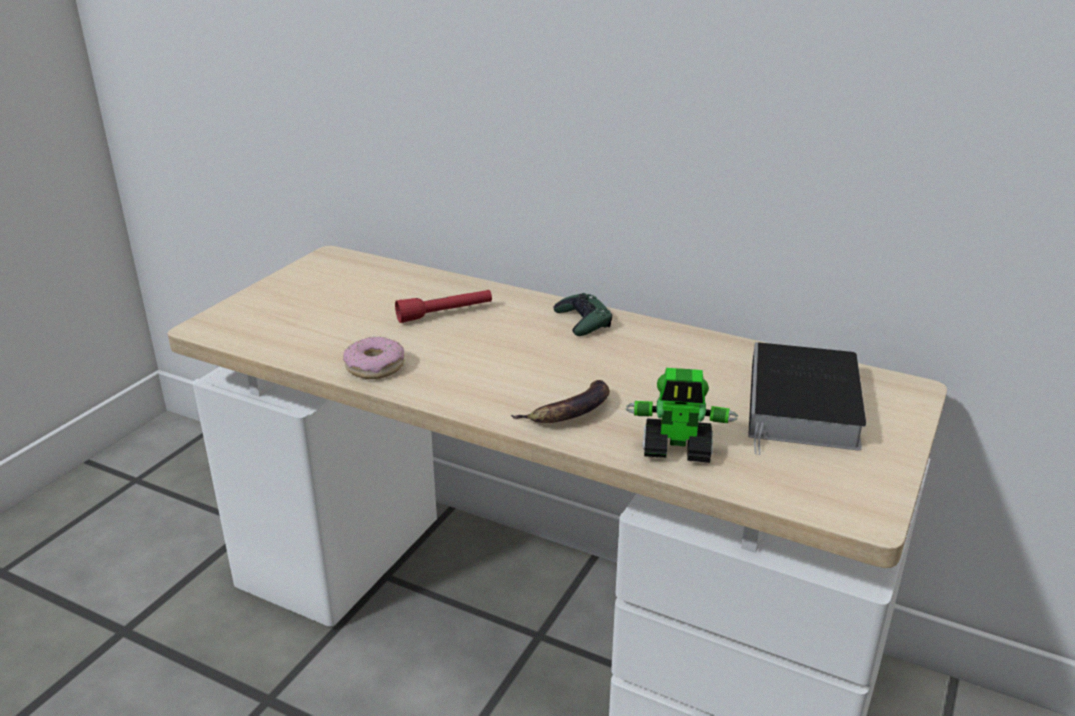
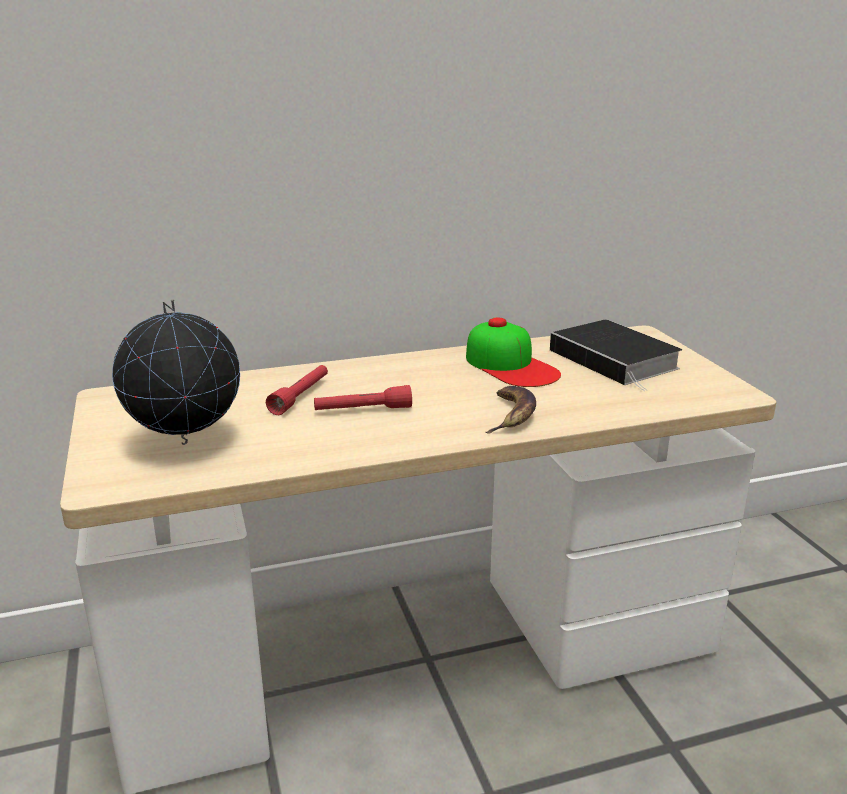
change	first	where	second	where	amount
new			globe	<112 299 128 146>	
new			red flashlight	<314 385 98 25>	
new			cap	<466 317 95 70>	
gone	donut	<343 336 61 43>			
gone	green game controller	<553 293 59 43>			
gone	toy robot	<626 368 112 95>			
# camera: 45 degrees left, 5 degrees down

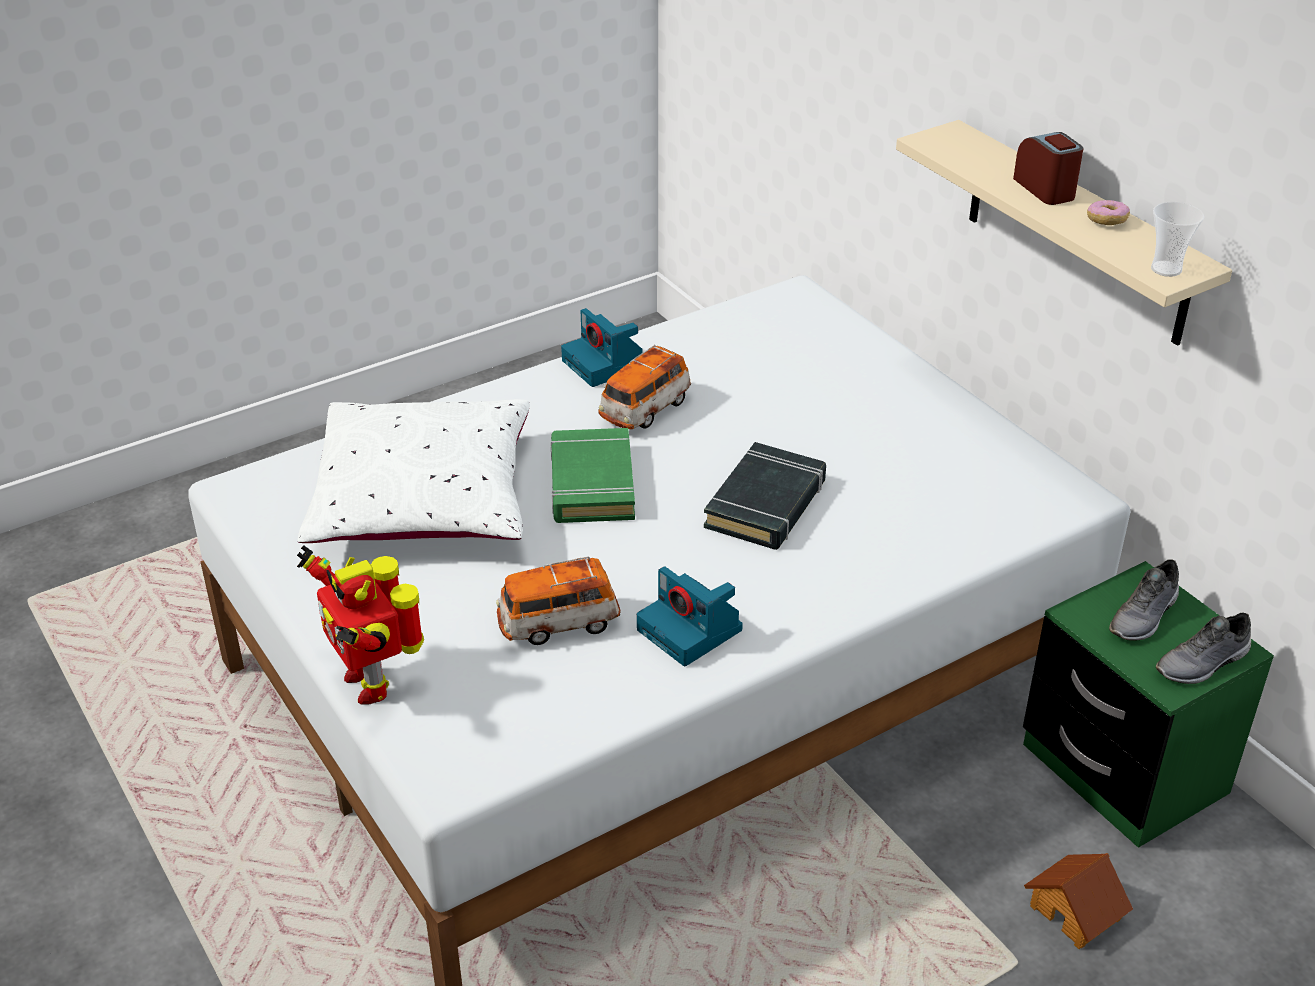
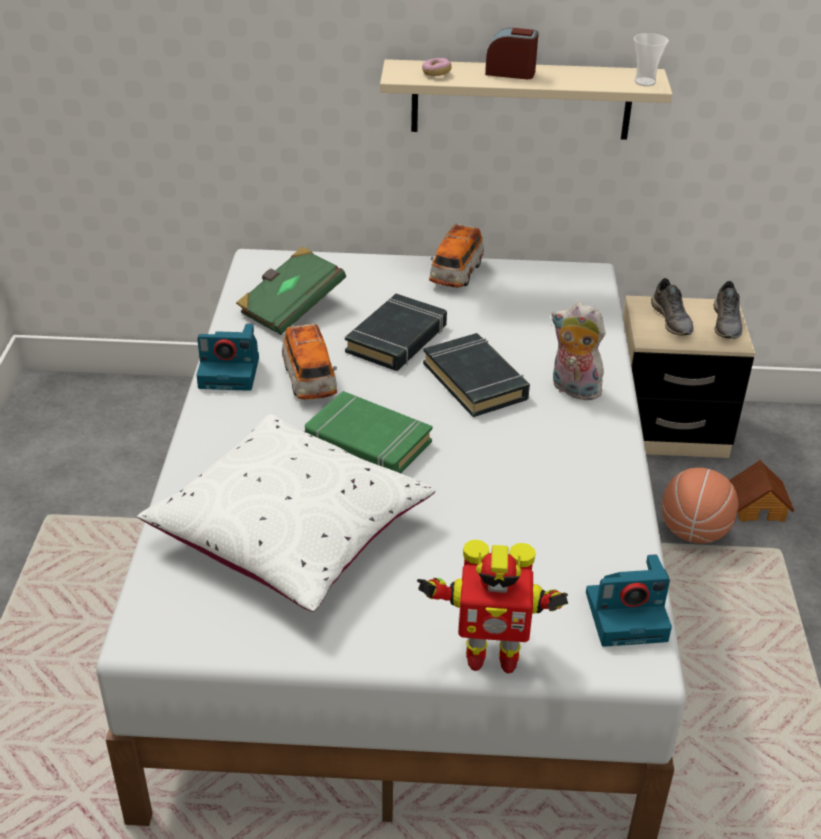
change	first	where	second	where	amount
new			green book	<236 246 110 89>	
new			black book	<345 294 102 77>	
shifted	donut	<1087 200 43 25>		<422 58 30 18>	
shifted	toy car	<496 557 124 88>		<429 223 55 65>	
new			plush toy	<551 302 55 98>	
shifted	photo camera	<637 566 106 100>		<586 554 86 93>	
repainted	green nightstand	<1023 561 251 287>	beige nightstand	<623 296 132 162>	
new			basketball	<662 468 76 75>	
# camera: 55 degrees left, 0 degrees up

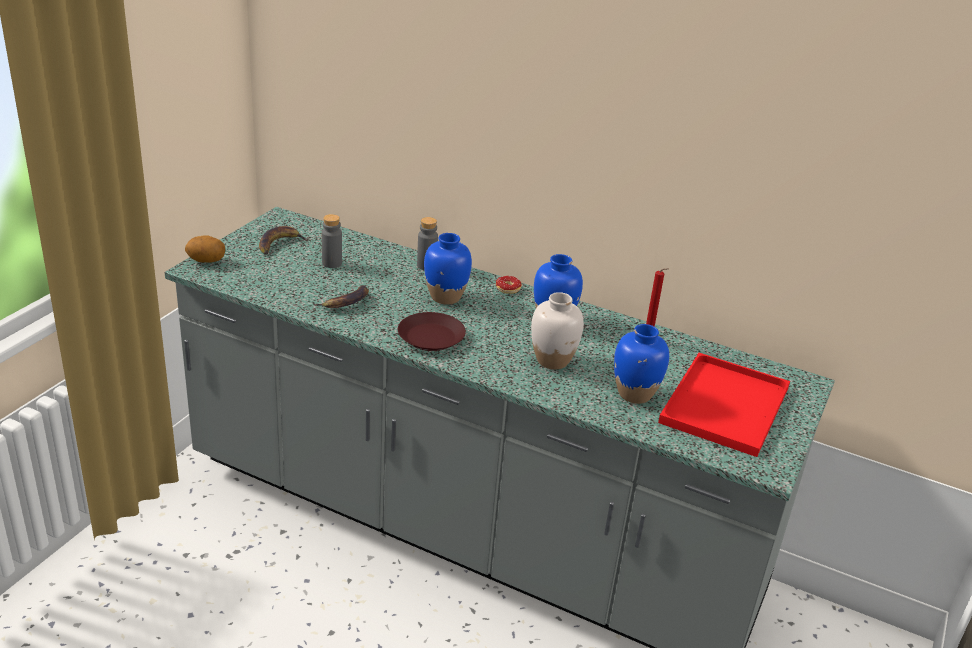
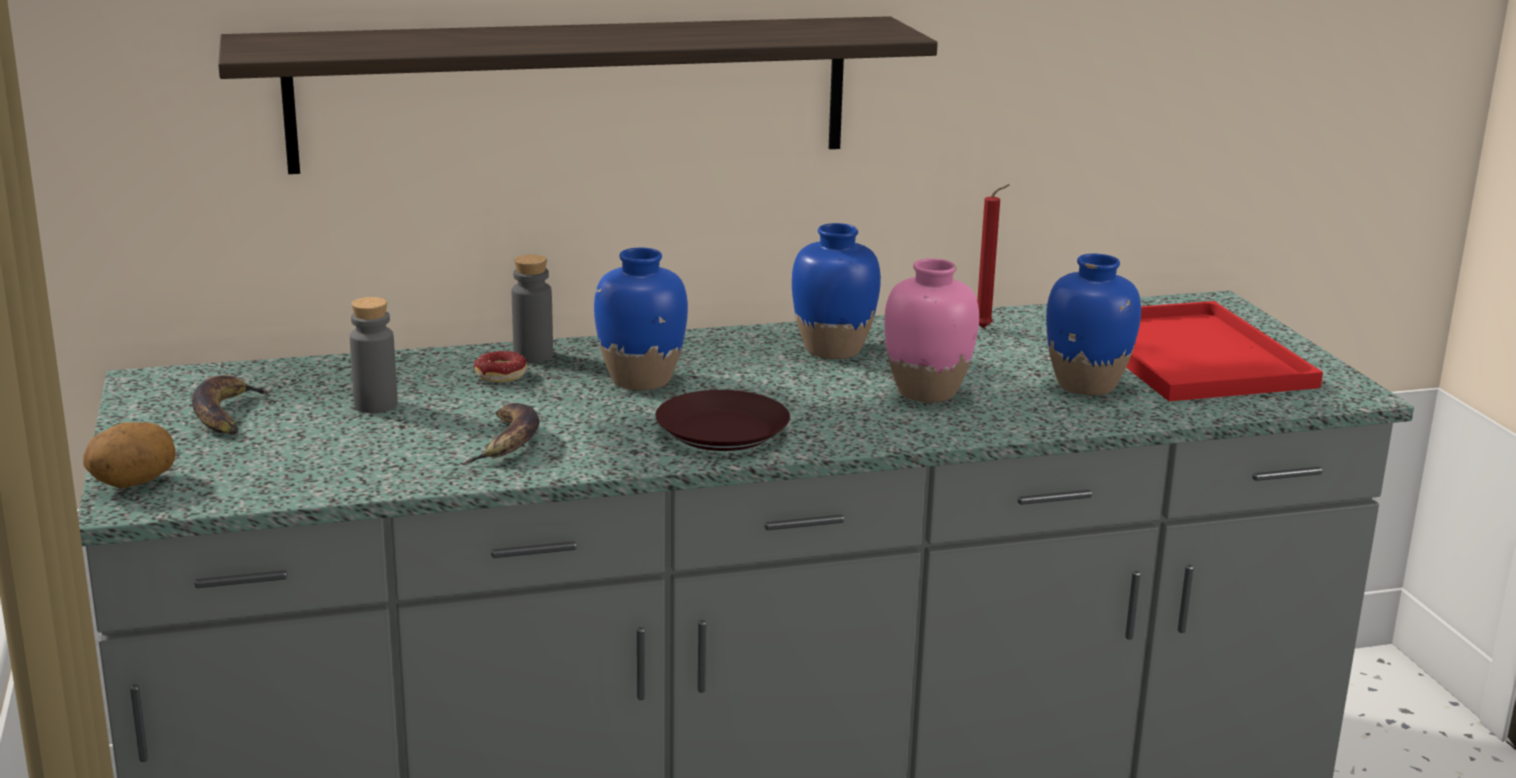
change	first	where	second	where	amount
new			shelf	<218 16 720 158>	
shifted	donut	<496 276 26 18>		<474 351 53 32>	
repainted	white vase	<531 292 53 77>	pink vase	<884 258 95 144>	
# camera: 40 degrees left, 10 degrees down

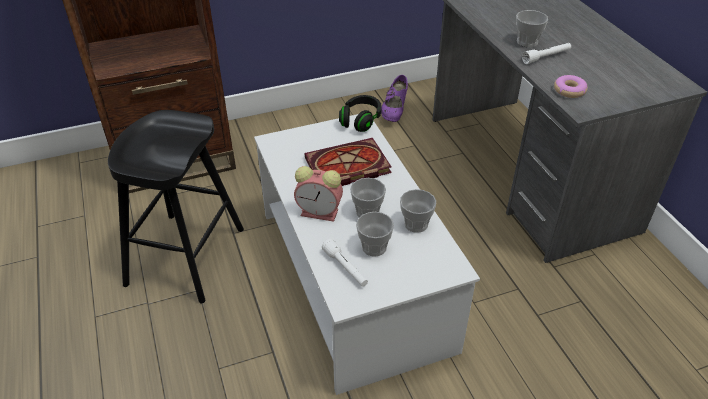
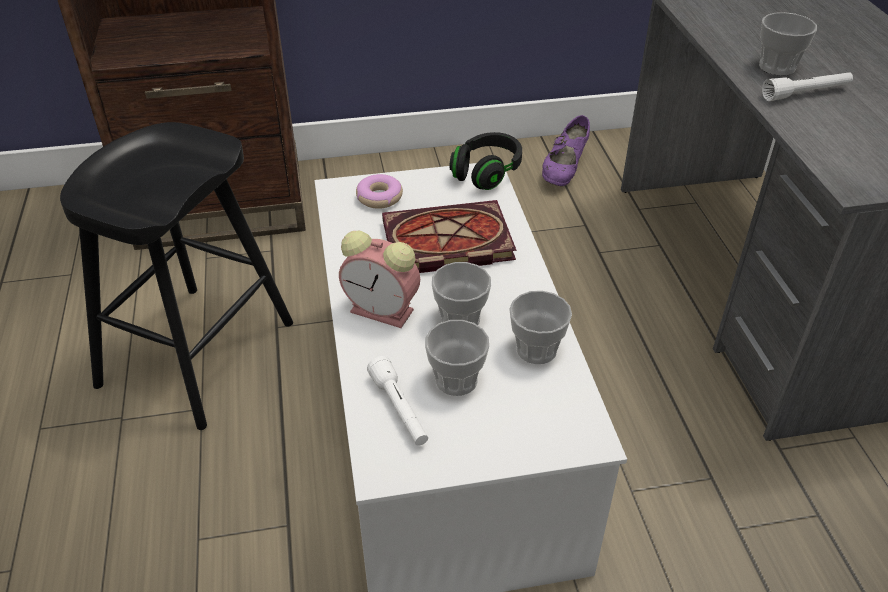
change	first	where	second	where	amount
shifted	donut	<554 75 34 23>		<356 174 47 35>	
# camera: 10 degrees right, 0 degrees up

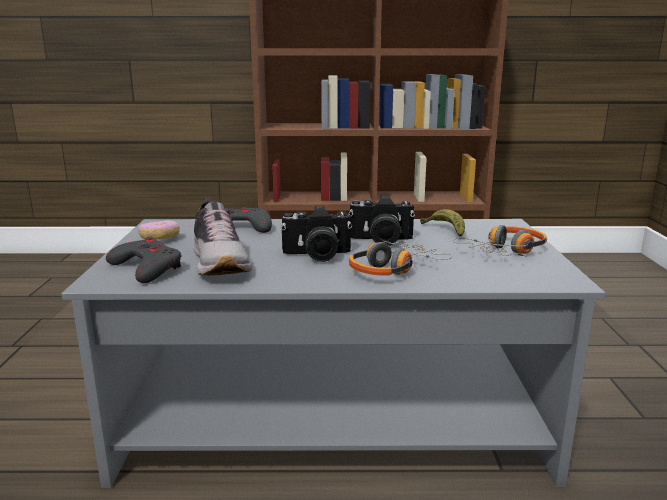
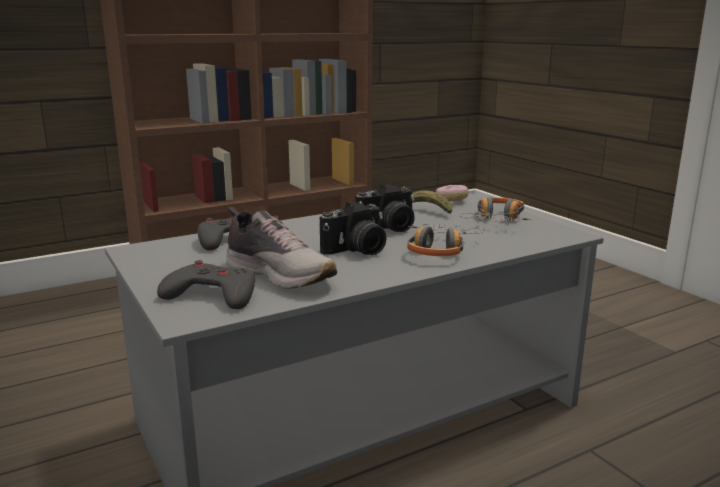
change	first	where	second	where	amount
shifted	donut	<138 220 42 20>		<436 185 33 16>	
# camera: 30 degrees left, 0 degrees up

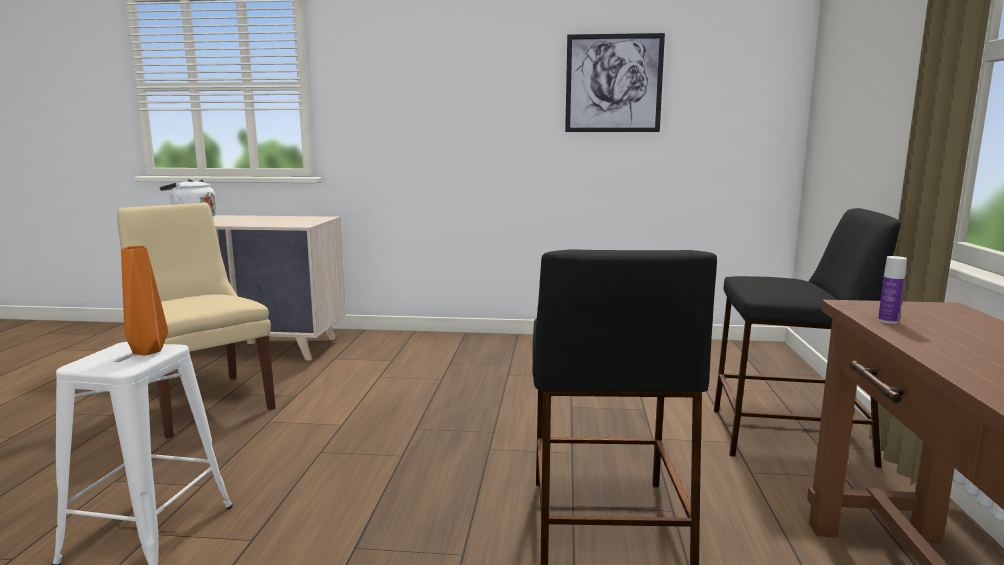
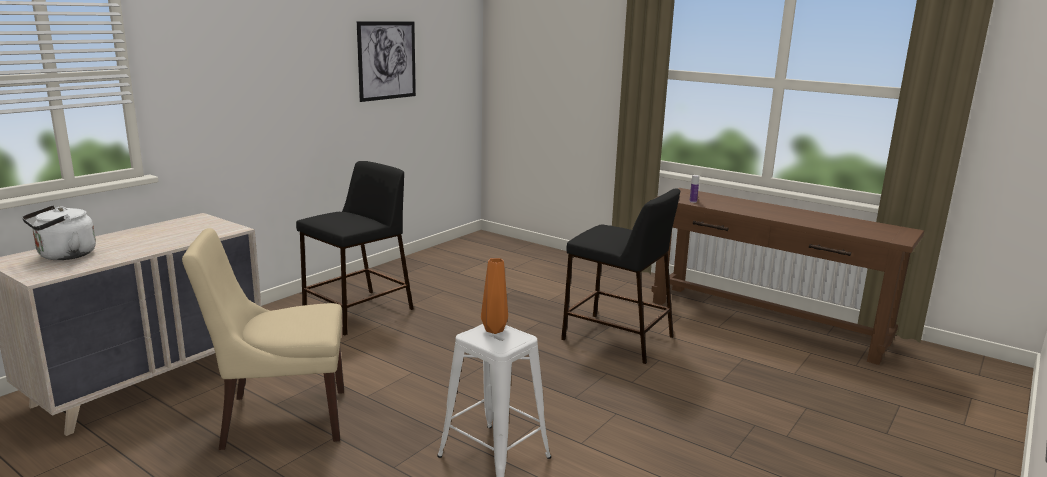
change	first	where	second	where	amount
shifted	black stool	<714 208 187 260>		<296 161 118 174>	
# camera: 60 degrees left, 5 degrees up

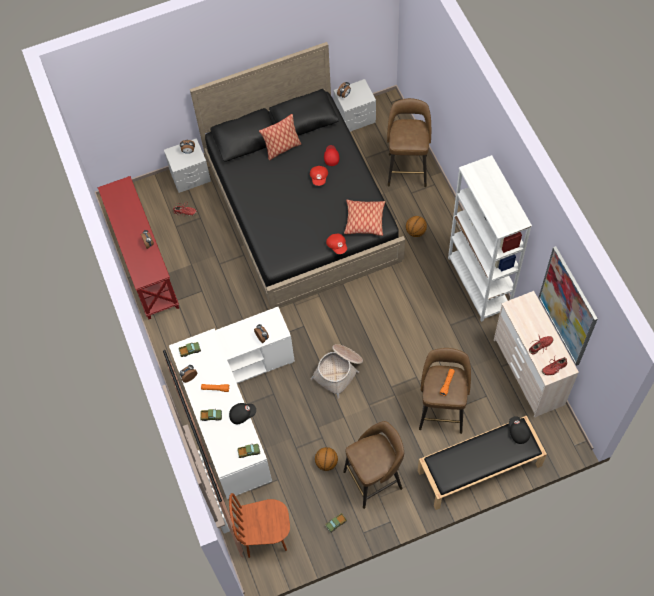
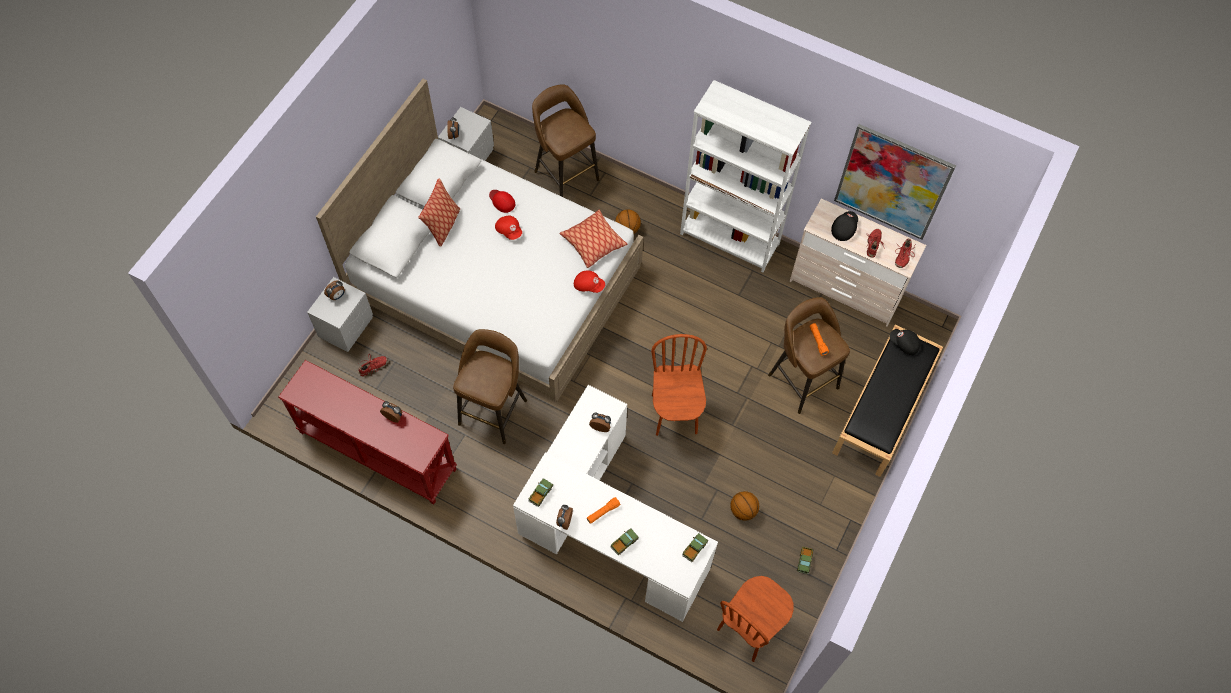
change	first	where	second	where	amount
repainted	black bed	<190 42 215 267>	white bed	<316 79 327 323>	
shifted	brown stool	<343 421 61 88>		<453 329 74 115>	
swapped	basket	<310 344 53 54>	brown chair	<651 334 56 102>	
shifted	black cap	<229 403 27 21>		<831 211 27 30>	
# camera: 45 degrees left, 0 degrees up

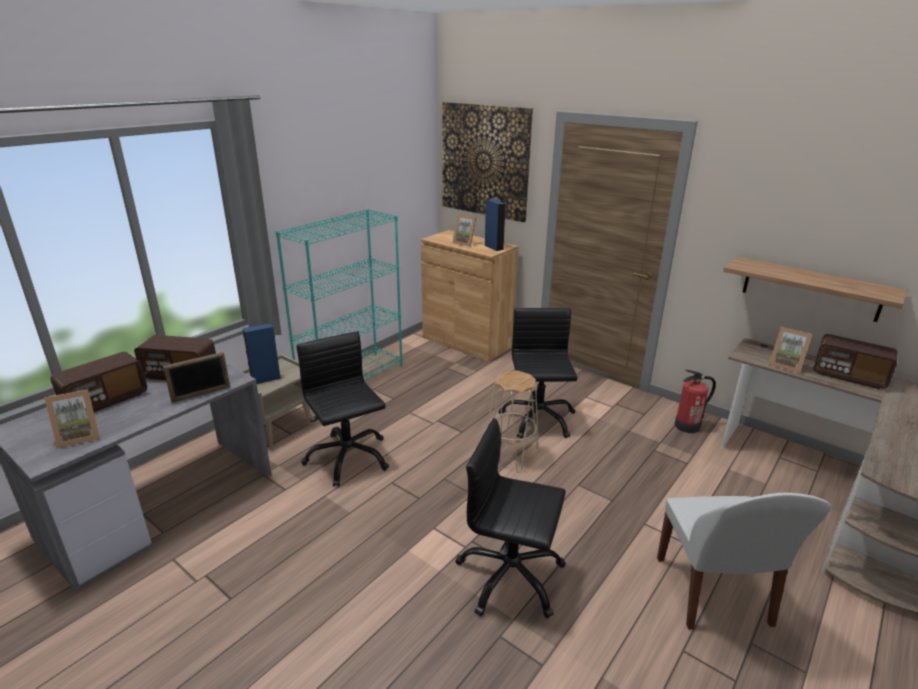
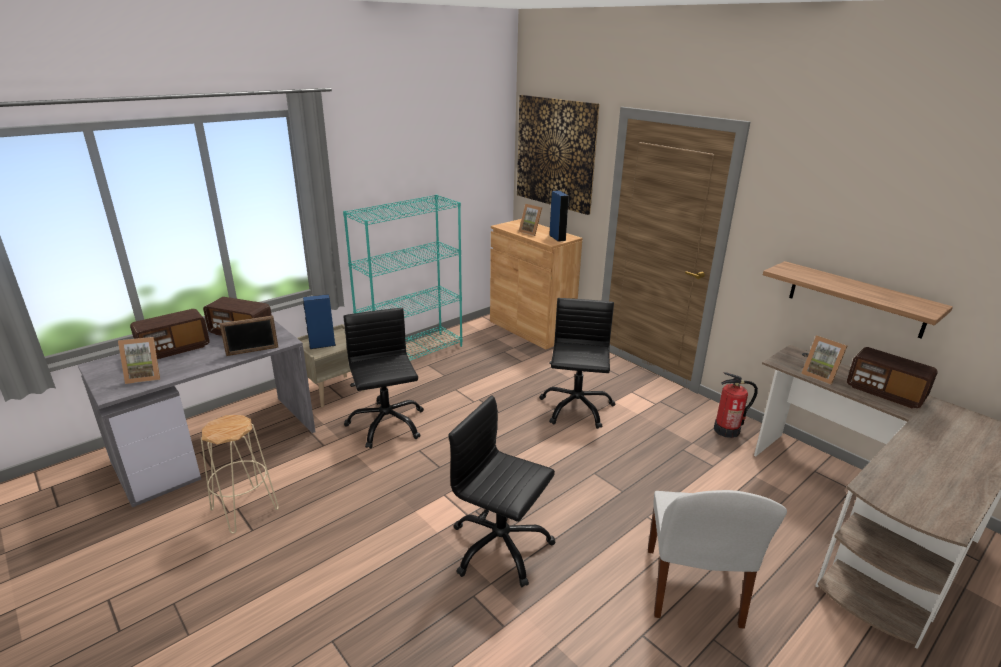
change	first	where	second	where	amount
shifted	beige stool	<488 370 51 103>		<201 415 78 118>	
# camera: 10 degrees right, 0 degrees up

